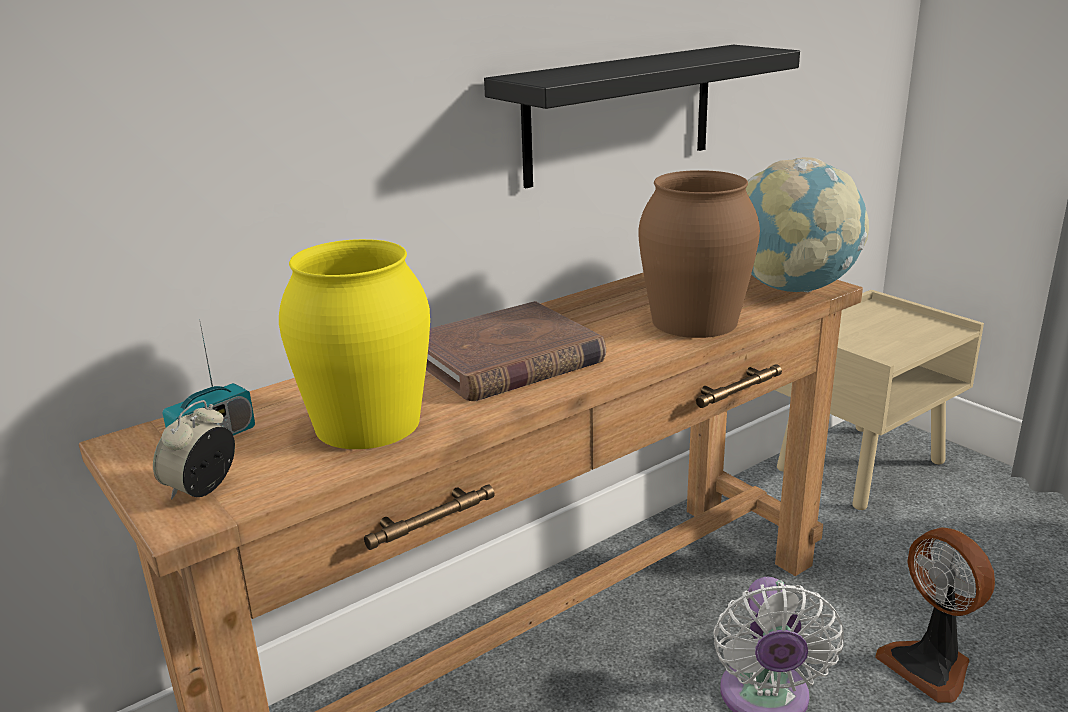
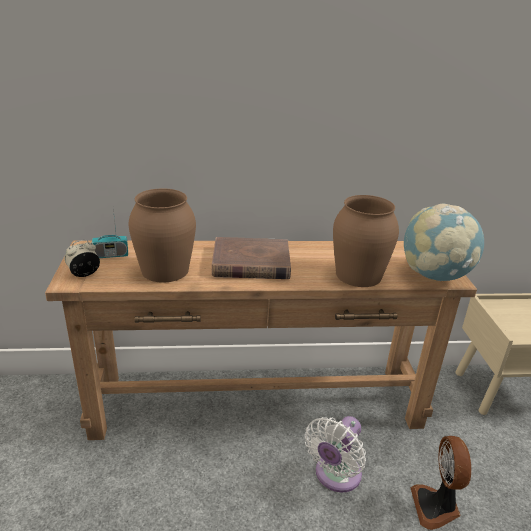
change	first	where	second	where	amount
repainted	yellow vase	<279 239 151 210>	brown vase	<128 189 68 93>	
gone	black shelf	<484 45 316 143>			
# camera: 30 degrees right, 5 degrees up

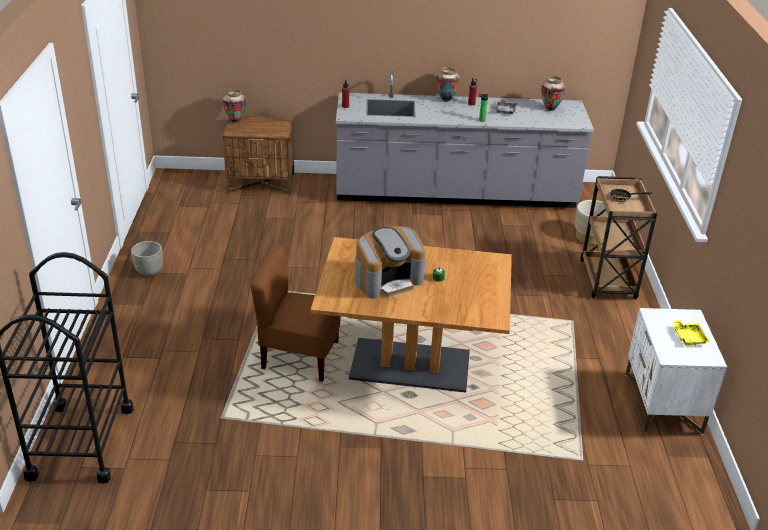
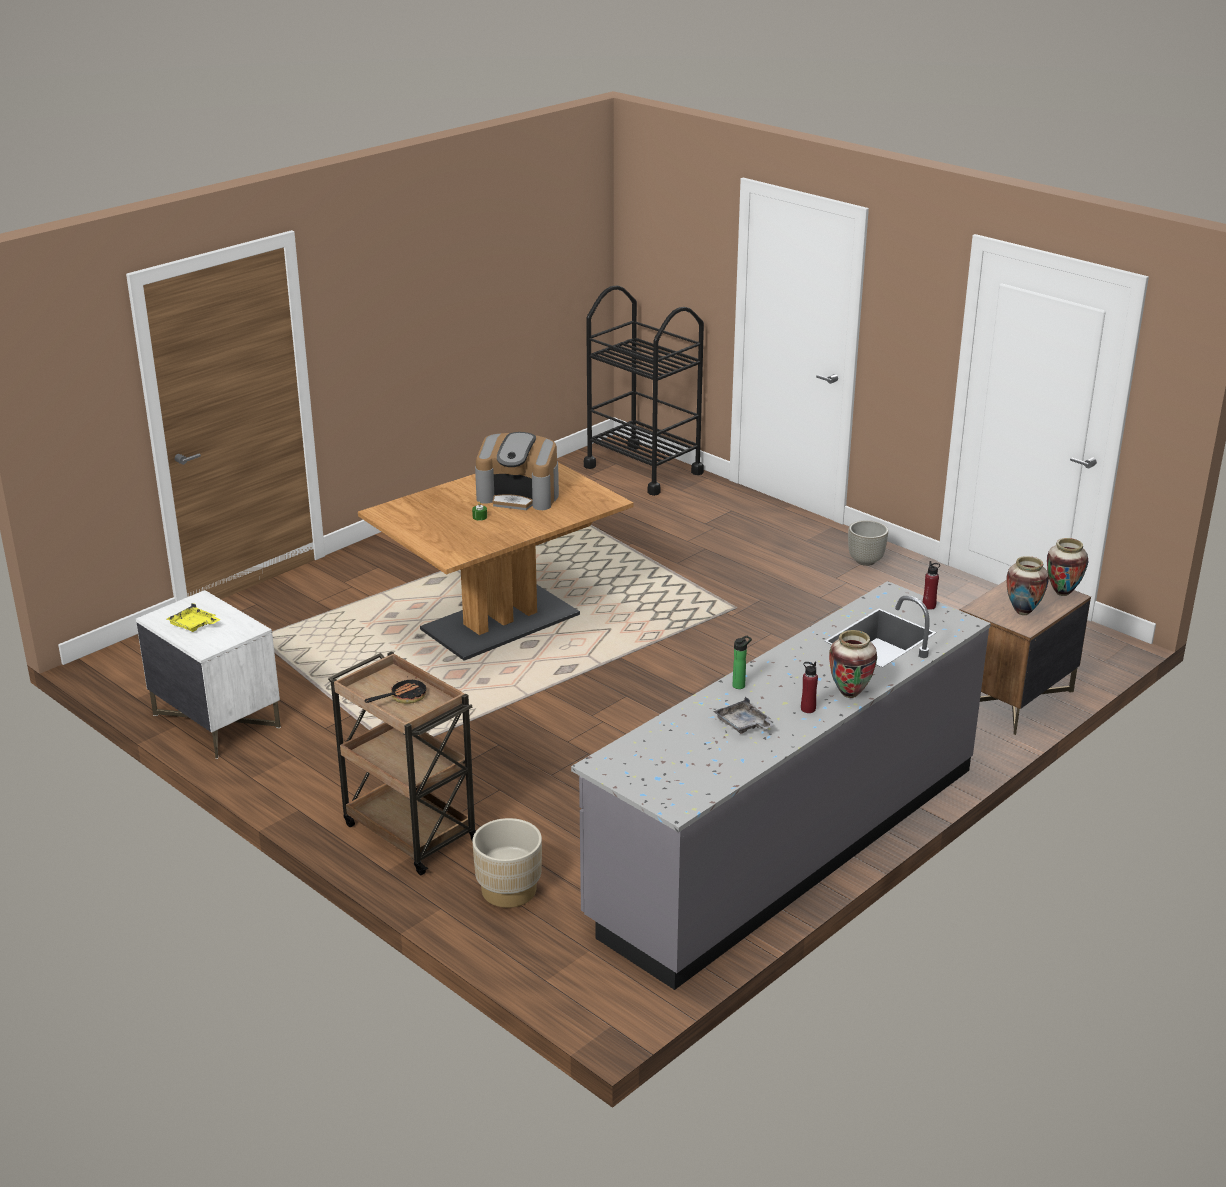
change	first	where	second	where	amount
rotated	coffee machine	<355 226 71 73>		<475 432 84 78>	90 degrees counterclockwise
shifted	vase	<542 76 23 35>		<1006 556 43 59>	
gone	brown chair	<250 244 91 138>			
# camera: 135 degrees right, 5 degrees down

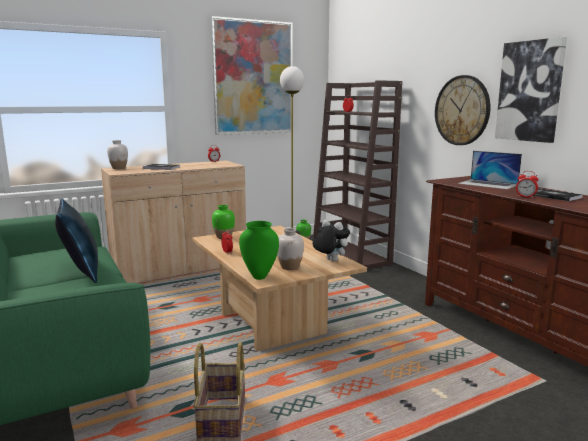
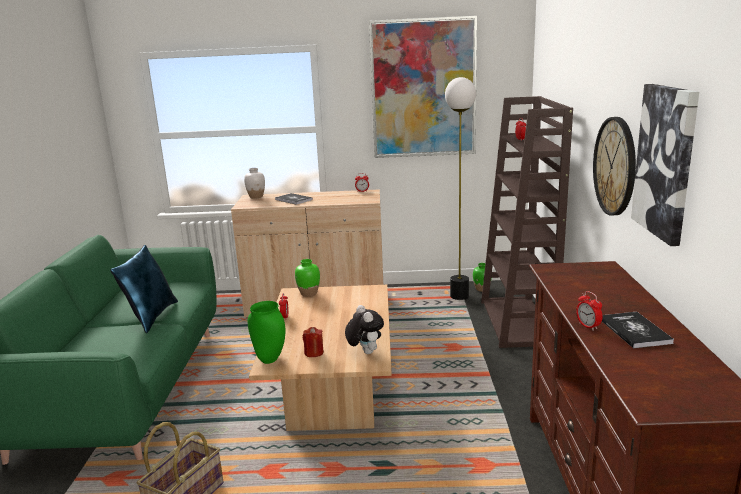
change	first	where	second	where	amount
swapped	white vase	<277 228 27 42>	red candle	<303 327 21 30>	
gone	laptop	<458 151 64 39>			
# camera: 30 degrees right, 5 degrees up

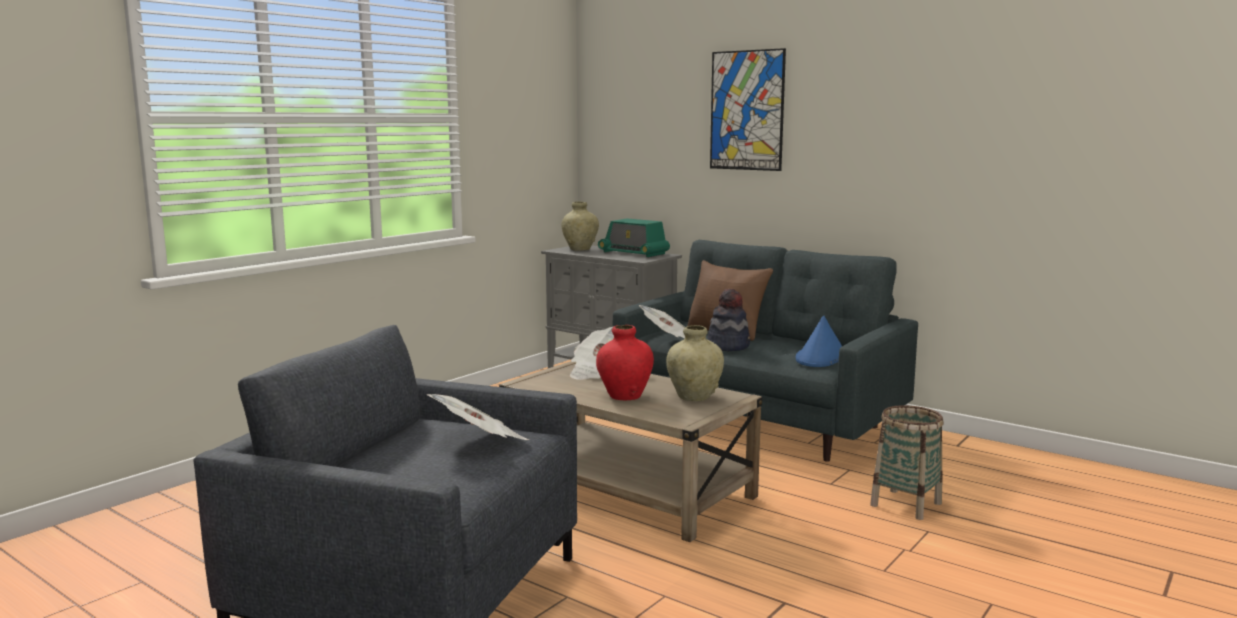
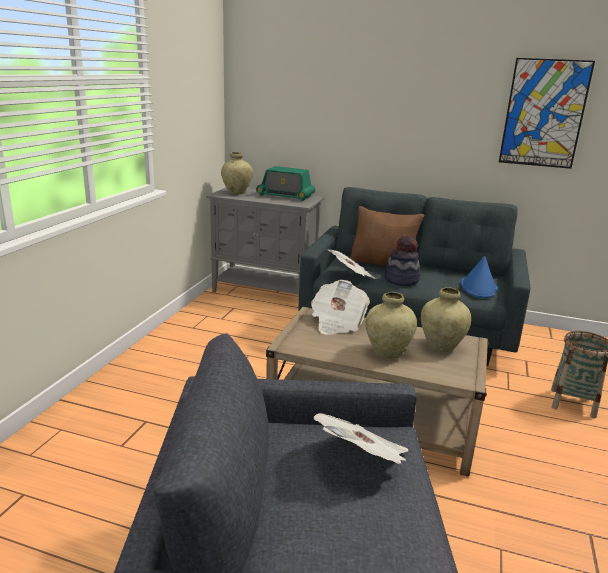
change	first	where	second	where	amount
repainted	red vase	<596 325 58 76>	beige vase	<365 292 52 67>	
shifted	picture	<710 48 76 123>		<499 58 96 111>	
# camera: 20 degrees left, 10 degrees up

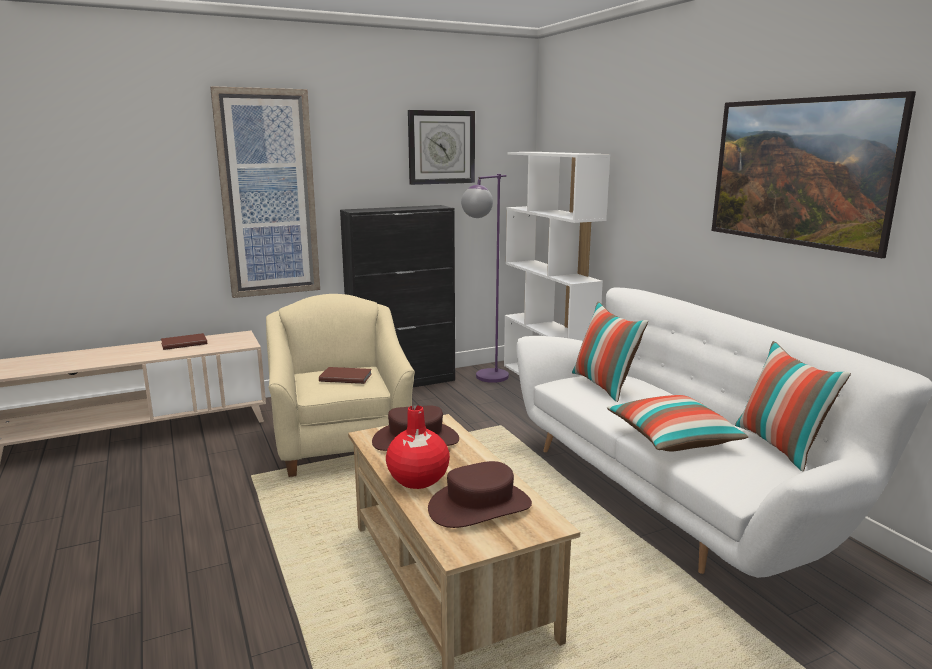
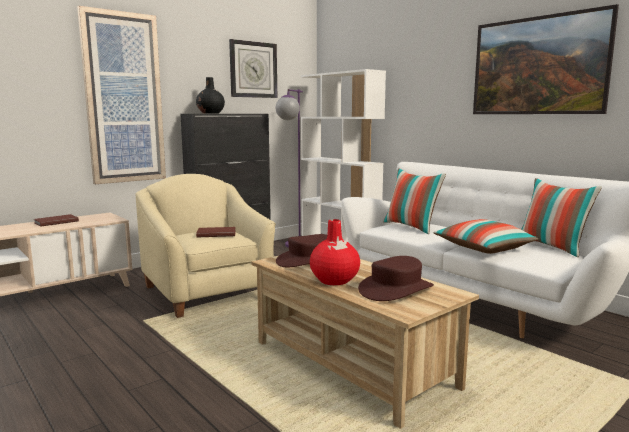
change	first	where	second	where	amount
new			black vase	<196 77 29 36>	
# camera: 15 degrees left, 5 degrees down

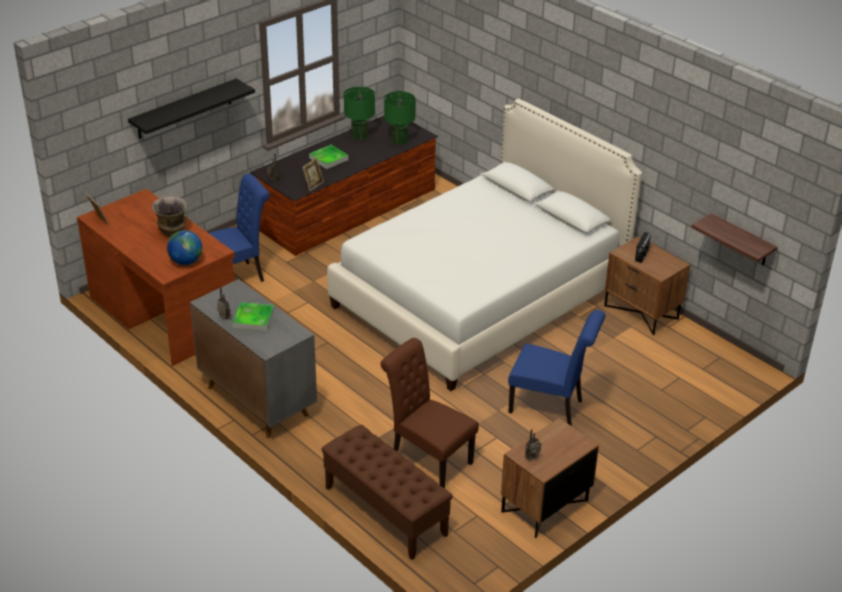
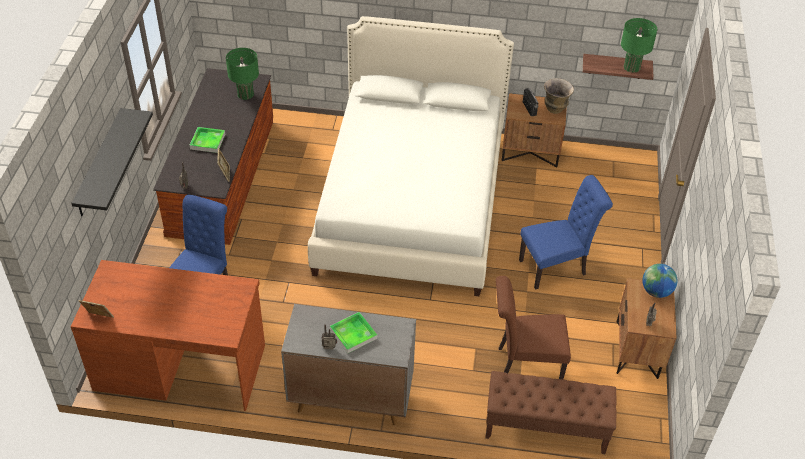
change	first	where	second	where	amount
shifted	vase	<152 196 35 41>		<544 78 30 36>	
shifted	green table lamp	<344 87 31 53>		<621 18 37 55>	
shifted	globe	<167 230 35 35>		<642 264 35 34>	
# camera: 40 degrees left, 10 degrees up

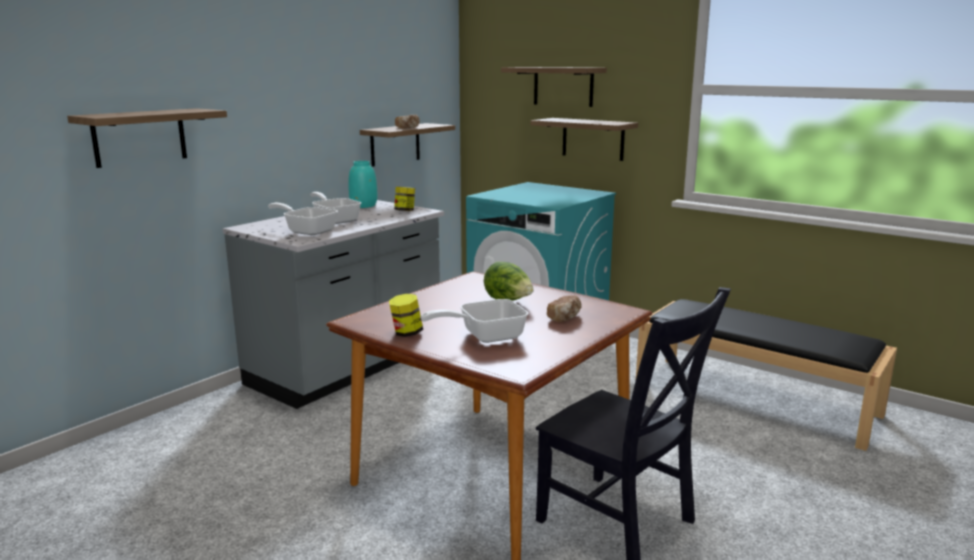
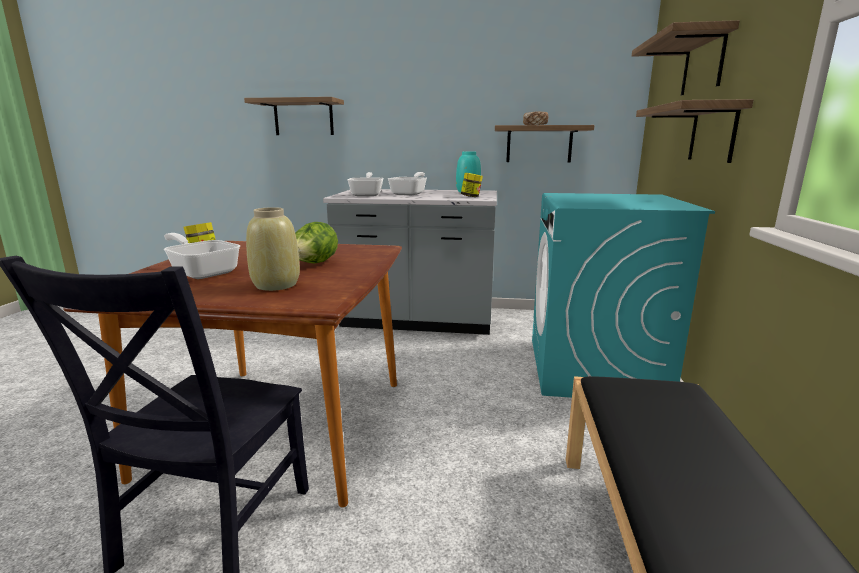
change	first	where	second	where	amount
swapped	bread	<547 295 35 27>	beige vase	<246 207 54 84>	
# camera: 60 degrees right, 0 degrees up

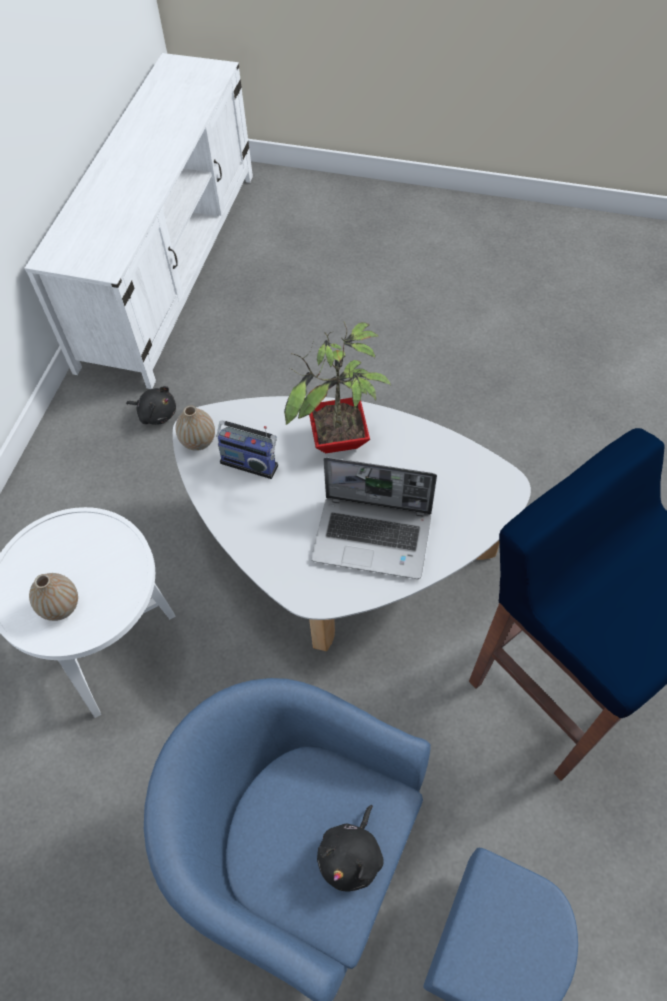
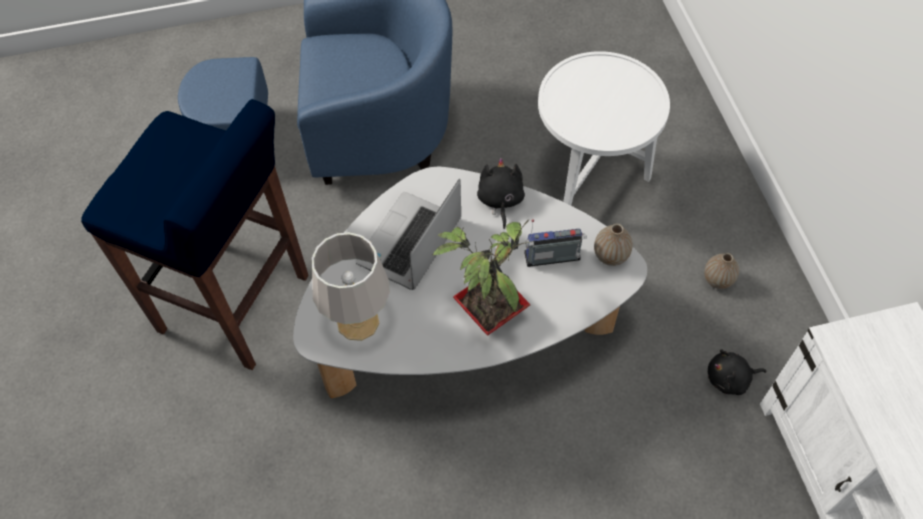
change	first	where	second	where	amount
new			grey table lamp	<312 232 78 109>	
rotated	laptop	<311 457 126 122>		<355 179 106 111>	45 degrees counterclockwise
shifted	black plush toy	<317 805 67 87>		<477 158 48 71>	
shifted	vase	<29 573 49 48>		<704 253 35 36>	
# camera: 150 degrees right, 0 degrees up

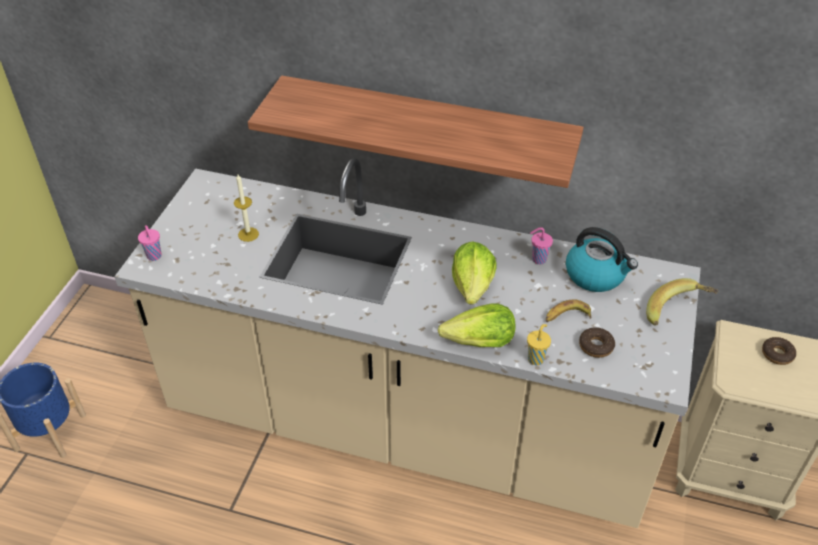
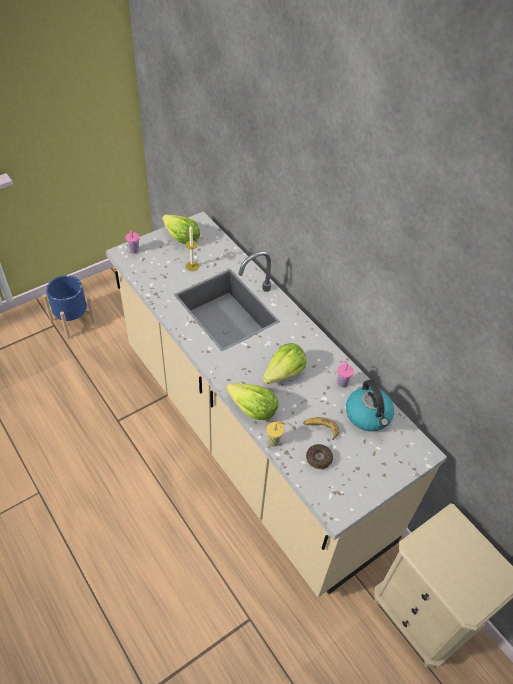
change	first	where	second	where	amount
new			lettuce	<162 214 38 30>	
gone	shelf	<248 75 336 113>			
gone	banana	<646 278 72 48>			
gone	donut	<762 337 34 28>			
# camera: 35 degrees right, 5 degrees up

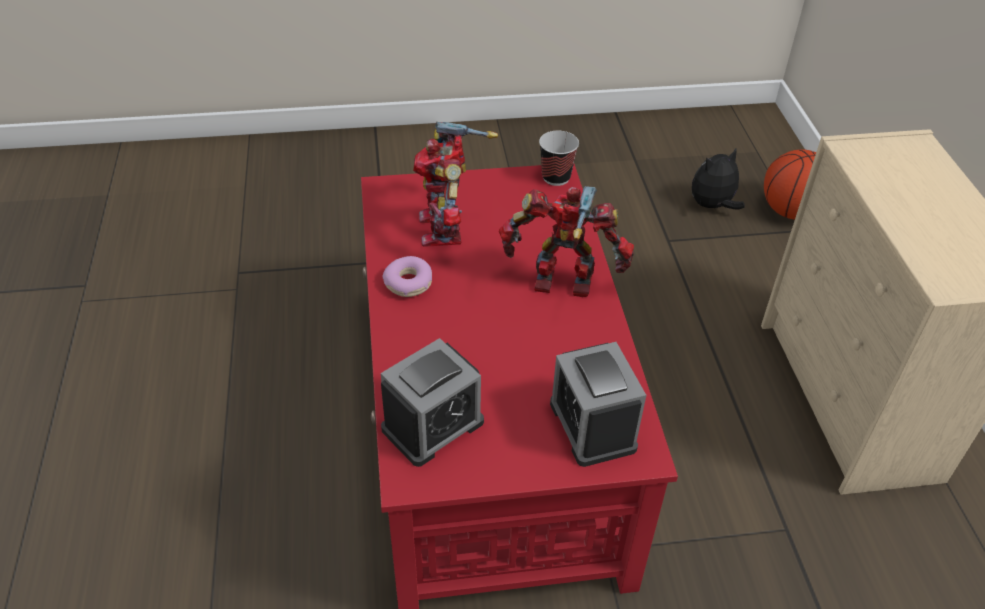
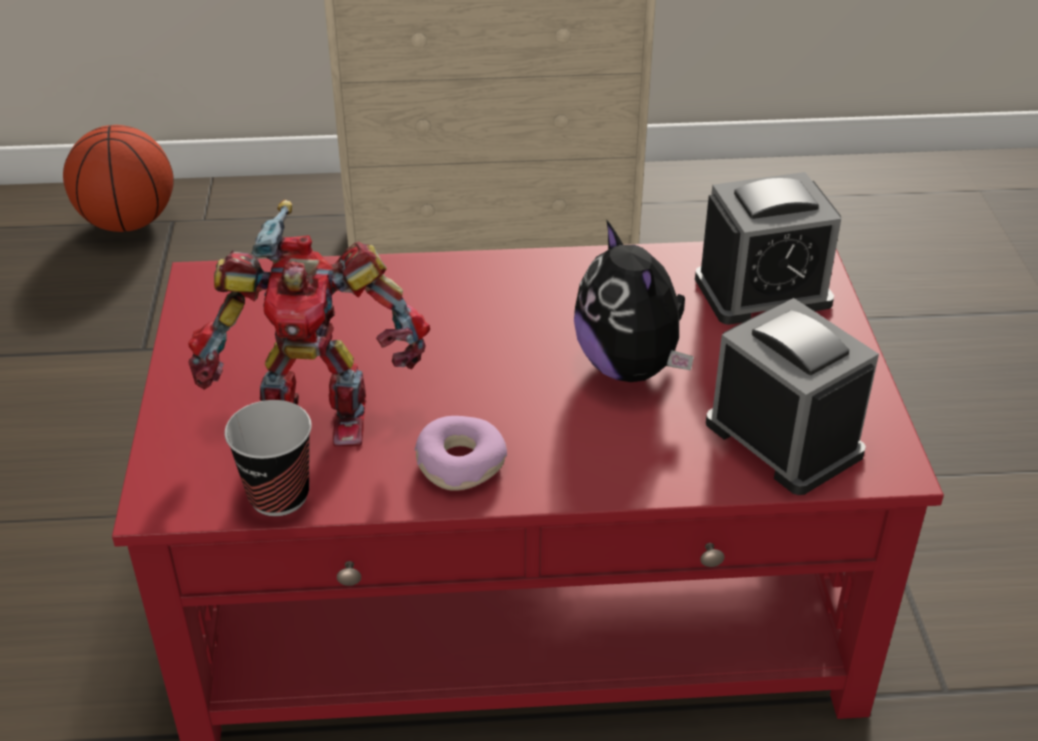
change	first	where	second	where	amount
shifted	cup	<539 131 40 55>		<225 400 87 116>	
shifted	plush toy	<692 147 53 62>		<574 219 120 163>	
gone	toy robot	<499 186 135 111>			
# camera: 85 degrees left, 5 degrees down

